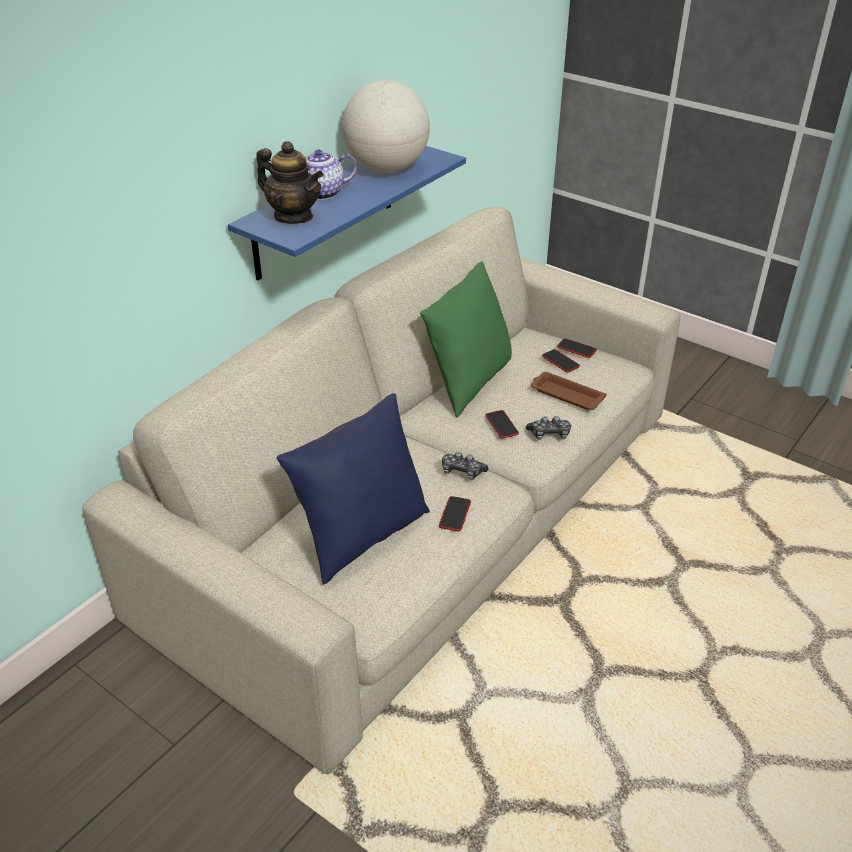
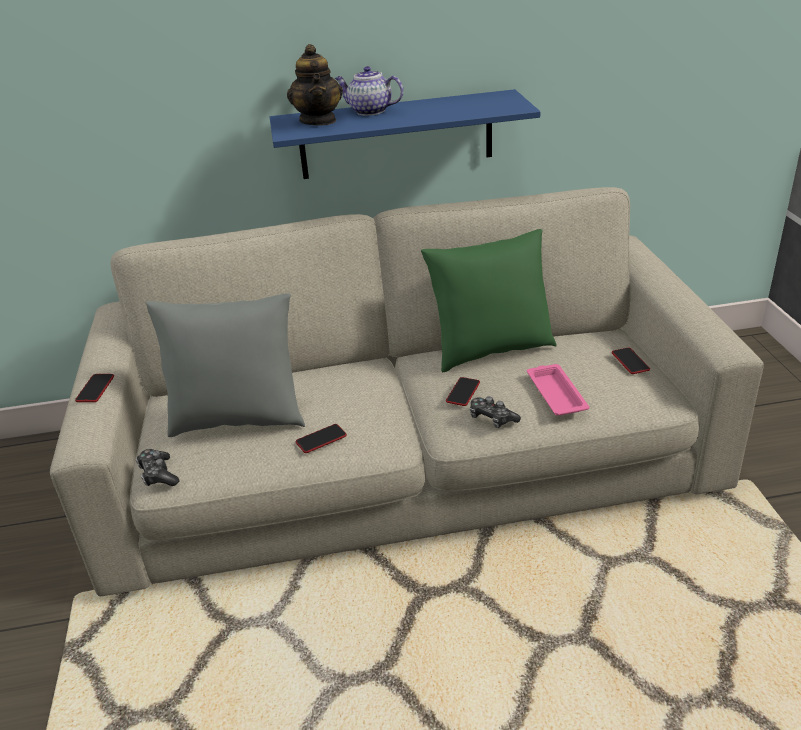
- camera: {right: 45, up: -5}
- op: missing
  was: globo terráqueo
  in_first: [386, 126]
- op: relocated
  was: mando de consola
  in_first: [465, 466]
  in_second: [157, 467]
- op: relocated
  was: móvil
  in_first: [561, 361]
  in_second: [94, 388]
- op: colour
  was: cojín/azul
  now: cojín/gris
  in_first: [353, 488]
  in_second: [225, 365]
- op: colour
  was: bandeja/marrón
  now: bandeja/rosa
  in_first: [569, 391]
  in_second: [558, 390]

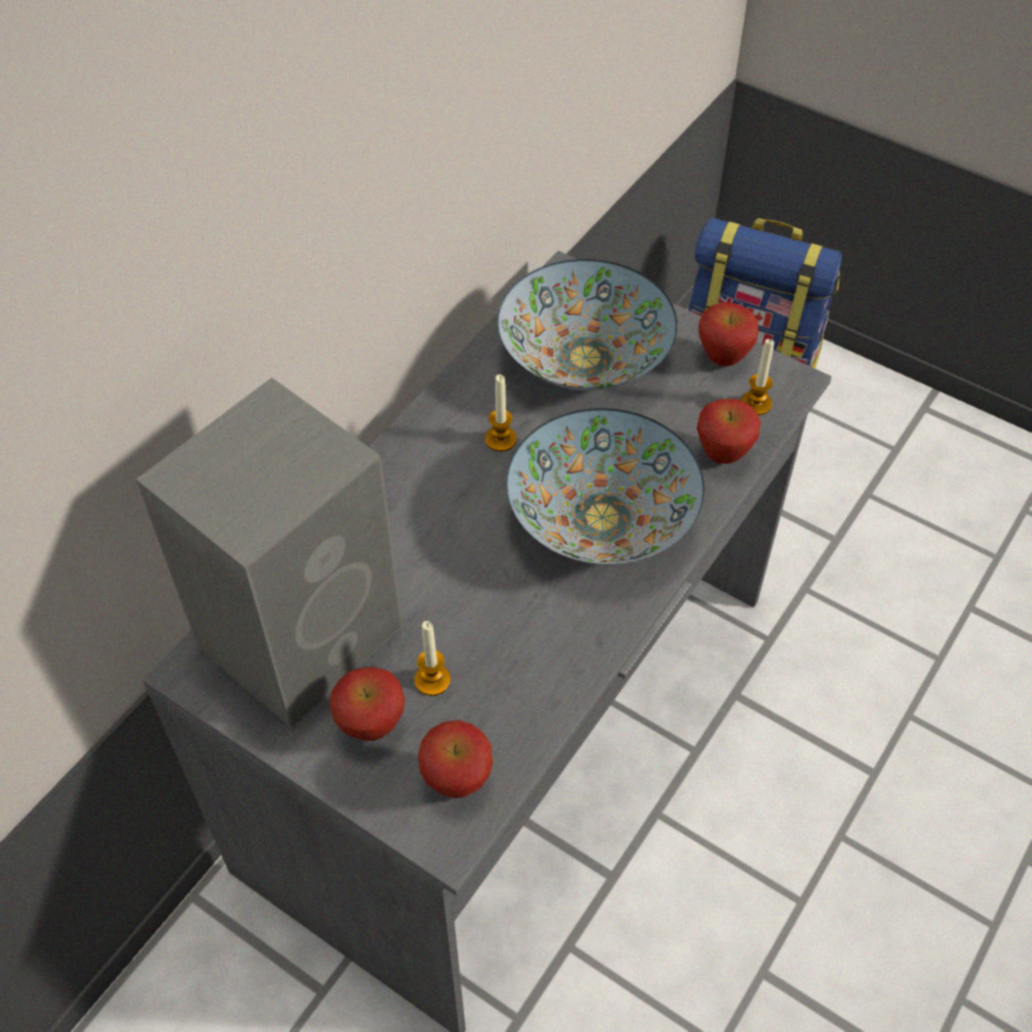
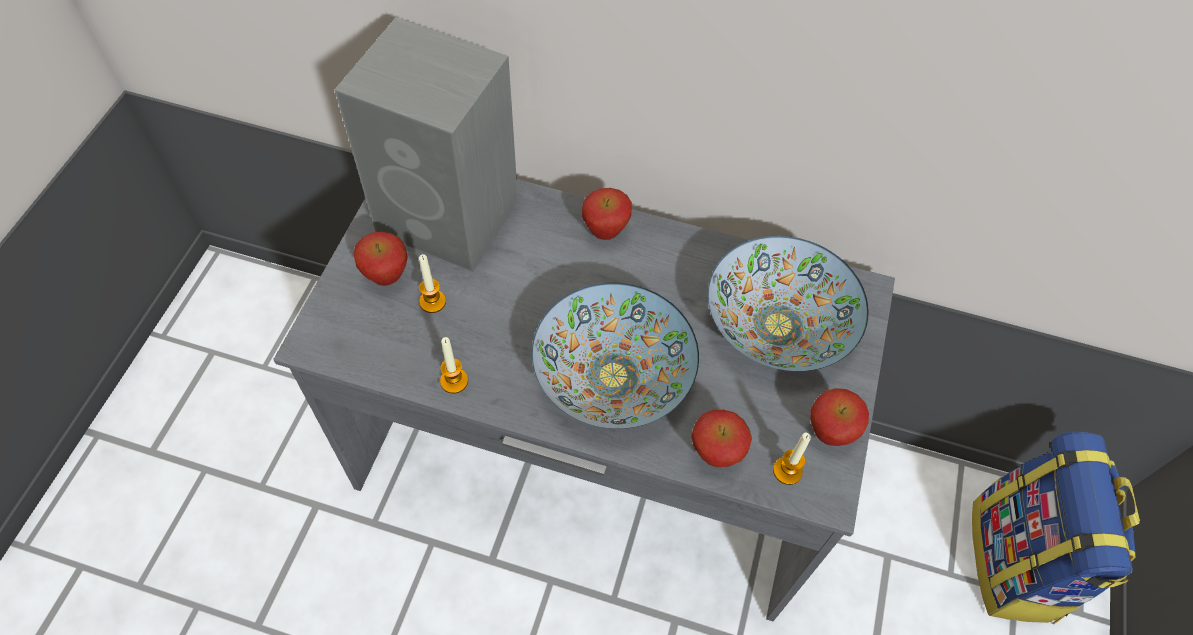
- camera: {right: 70, up: 5}
- op: relocated
  was: manzana
  in_first: [455, 759]
  in_second: [607, 214]
- op: relocated
  was: vela
  in_first: [501, 413]
  in_second: [454, 365]

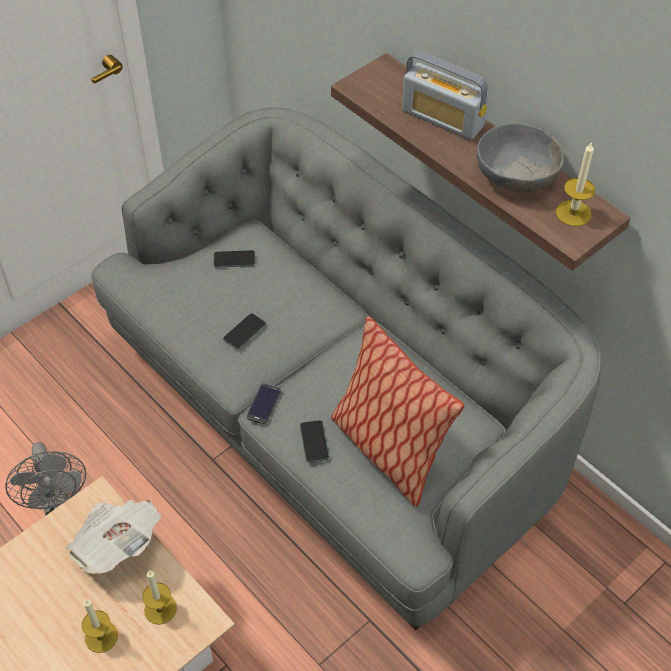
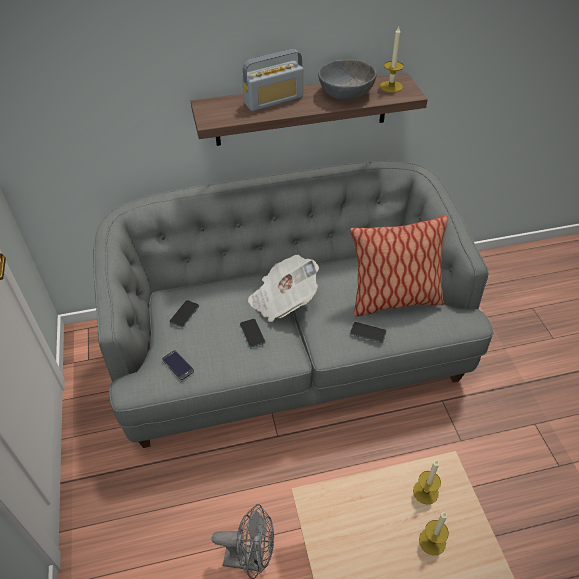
- camera: {right: -60, up: -5}
- op: relocated
  was: periódico
  in_first: [113, 537]
  in_second: [283, 288]
- op: relocated
  was: móvil
  in_first: [264, 403]
  in_second: [178, 365]

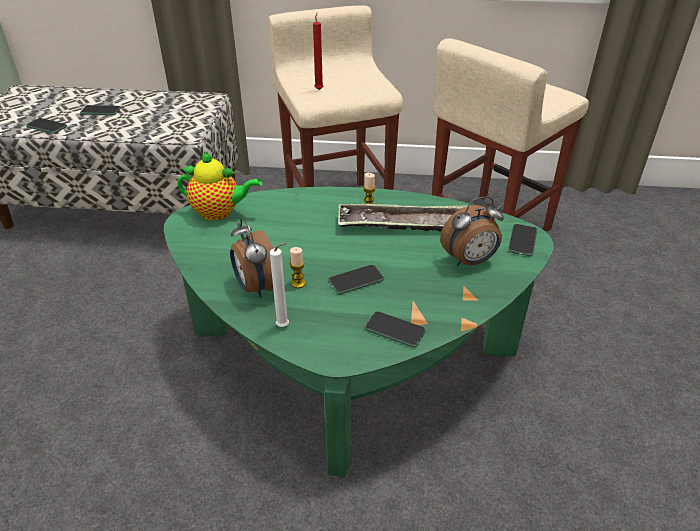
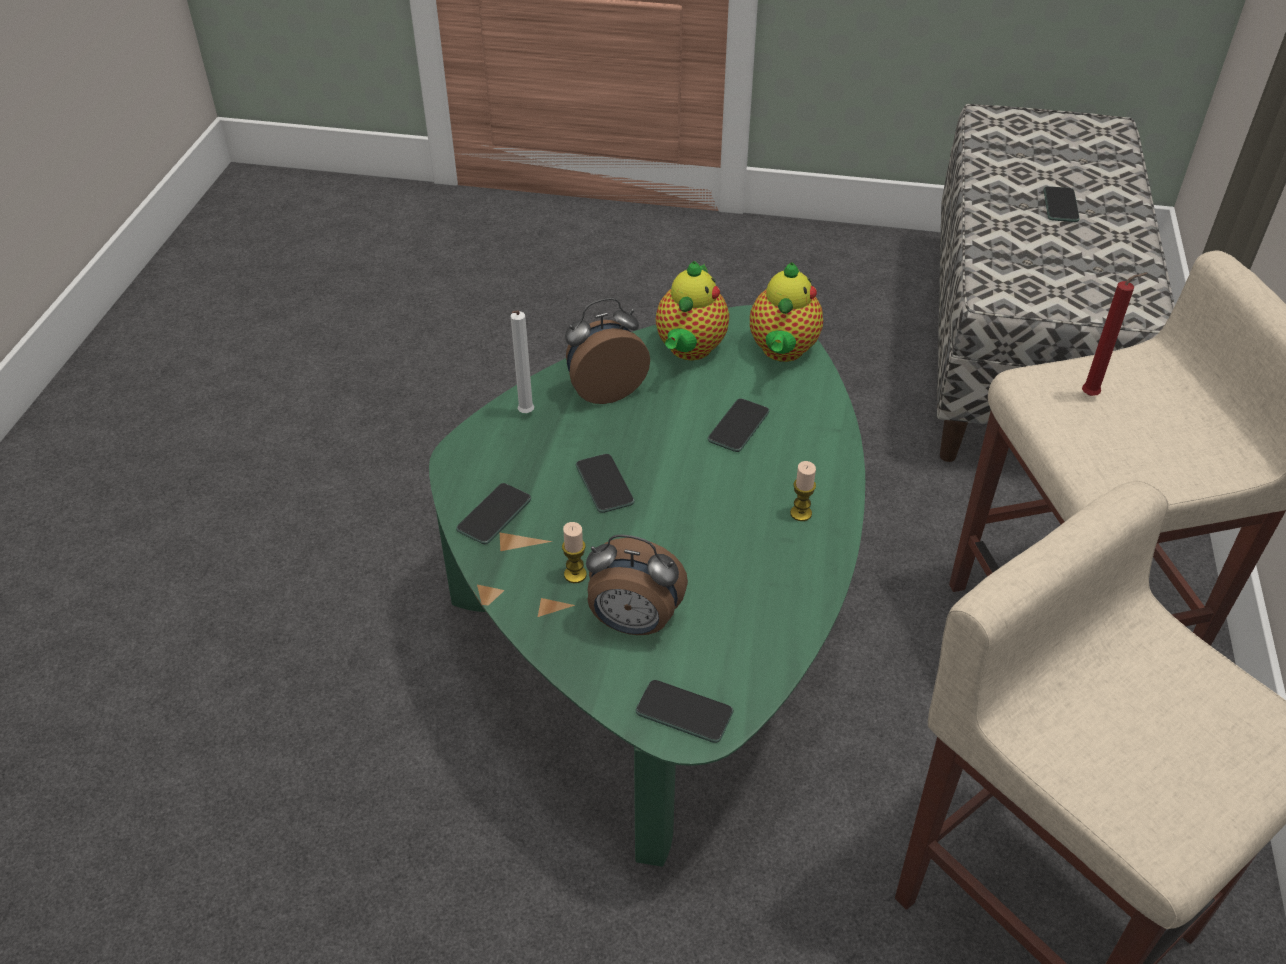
- camera: {right: 95, up: 5}
- op: missing
  was: bandeja
  in_first: [405, 217]
- op: appeared
  now: tetera
  in_second: [692, 310]
- op: relocated
  was: móvil
  in_first: [46, 126]
  in_second: [738, 425]
- op: relocated
  was: vela
  in_first: [297, 267]
  in_second: [574, 552]
- op: spun
  was: despertador
  in_first: [472, 231]
  in_second: [637, 584]
  clockwise: -60

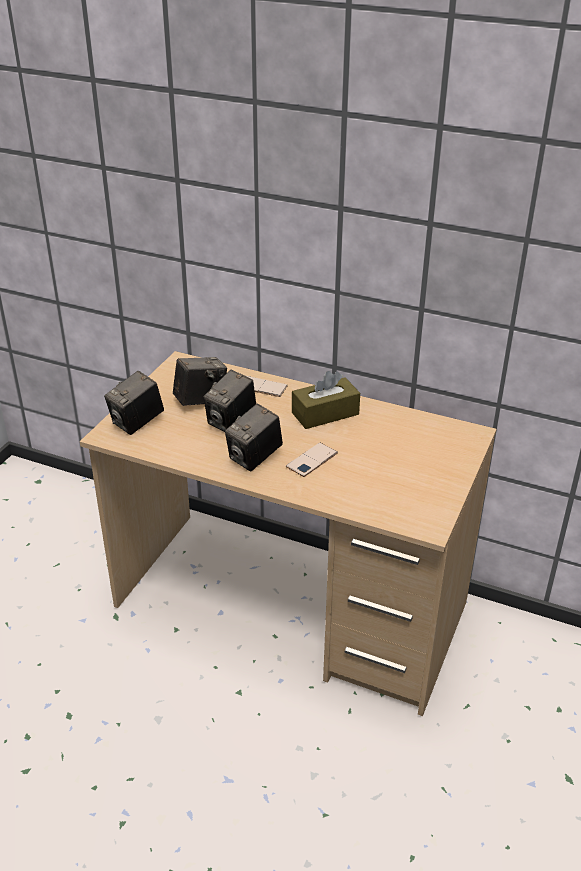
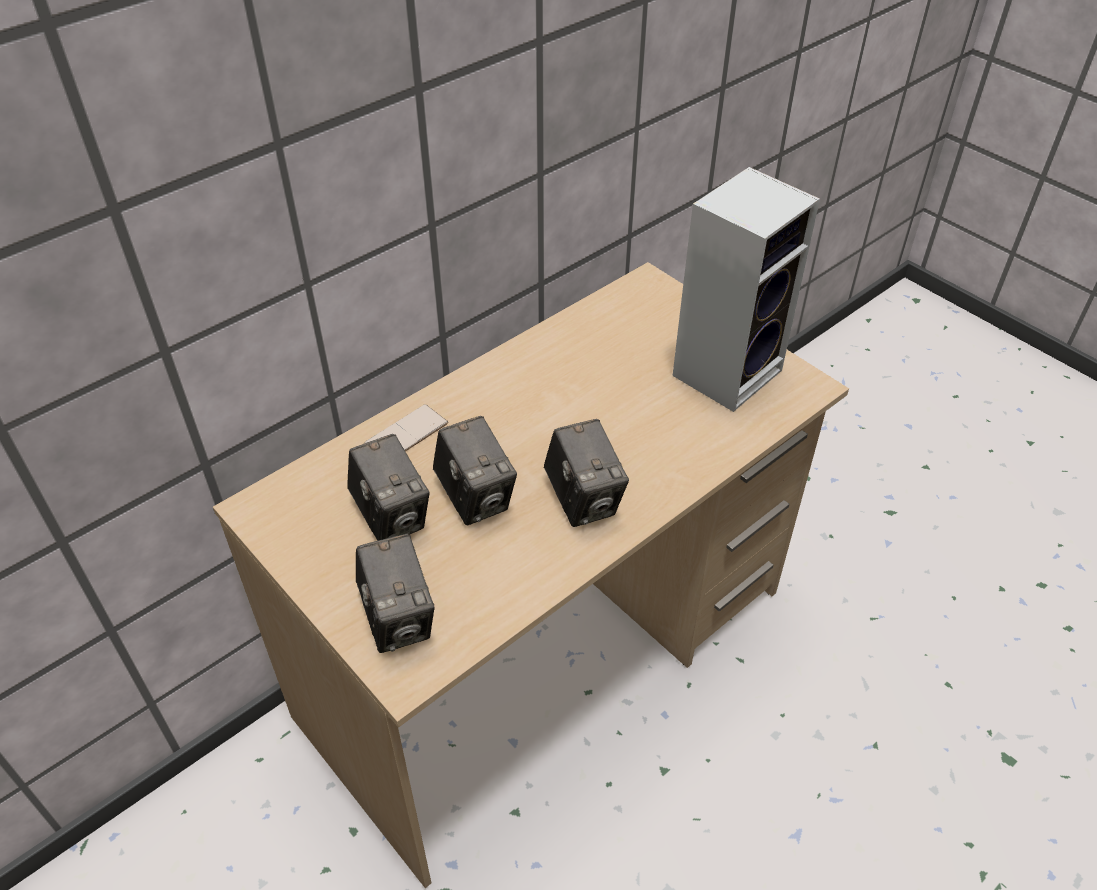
- camera: {right: -65, up: 10}
- op: missing
  was: móvil
  in_first: [312, 460]
- op: missing
  was: caja de pañuelos/marrón
  in_first: [326, 400]
- op: appeared
  now: altavoz
  in_second: [746, 289]
- op: spun
  was: cámara
  in_first: [200, 381]
  in_second: [388, 487]
  clockwise: 150

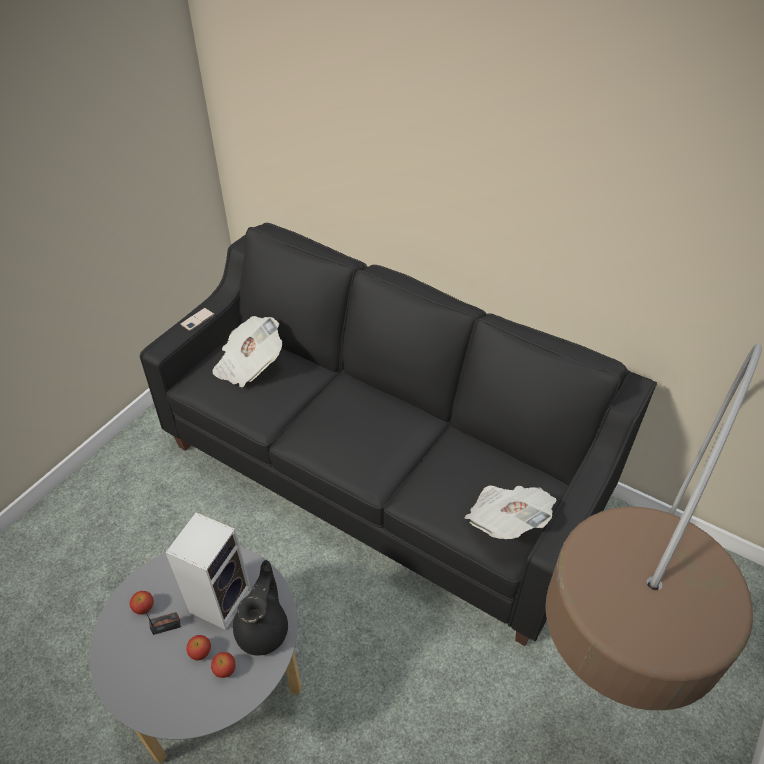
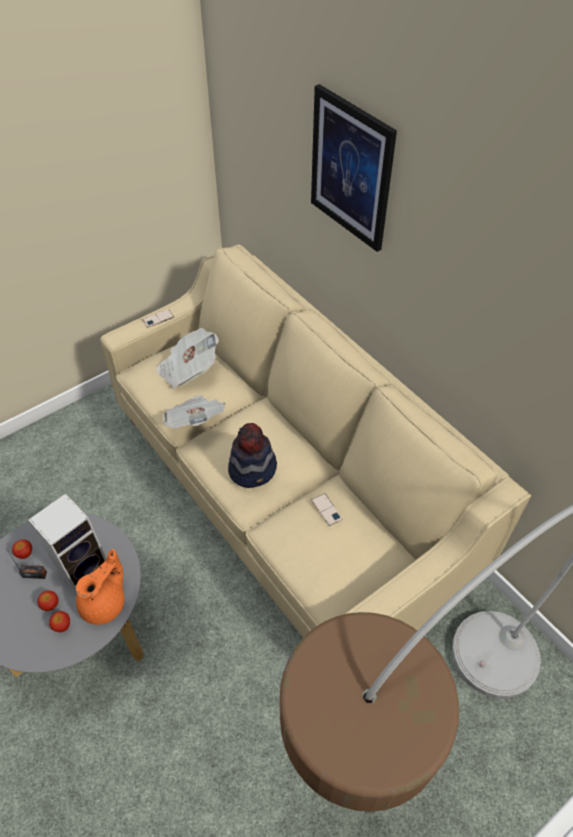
- camera: {right: 20, up: 5}
- op: appeared
  now: sombrero
  in_second: [252, 455]
- op: appeared
  now: cuadro
  in_second: [354, 168]
- op: appeared
  now: móvil
  in_second: [327, 509]
- op: relocated
  was: periódico
  in_first: [511, 512]
  in_second: [194, 411]
- op: colour
  was: sofá/negro
  now: sofá/beis
  in_first: [398, 434]
  in_second: [315, 441]
- op: colour
  was: tetera/negro
  now: tetera/naranja
  in_first: [260, 607]
  in_second: [100, 587]

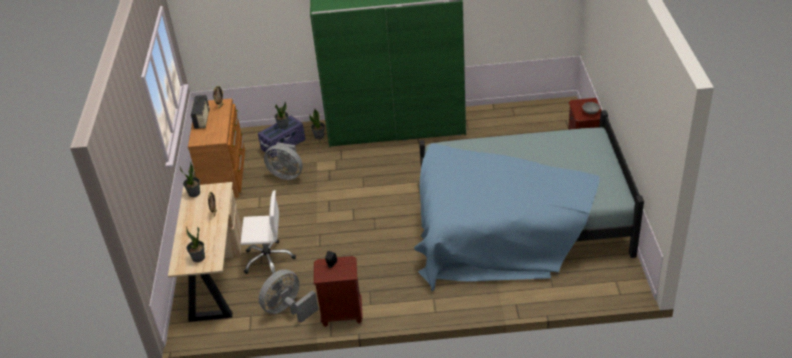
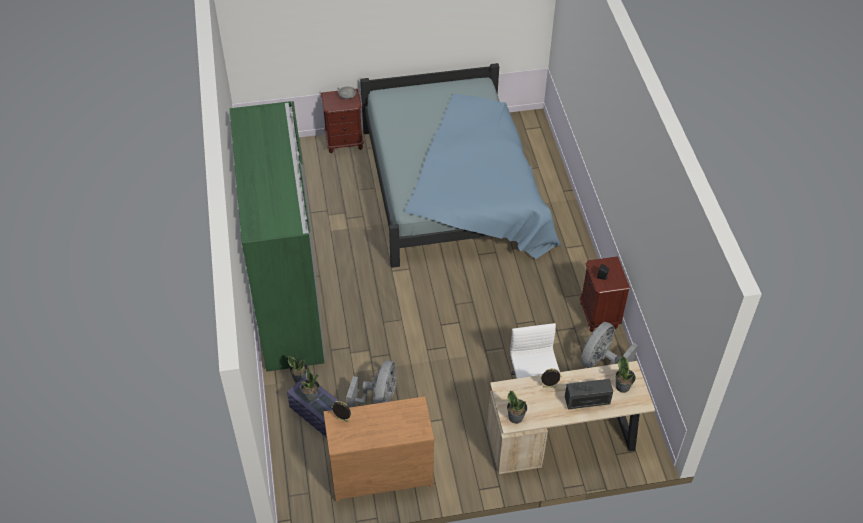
- camera: {right: -100, up: 10}
- op: relocated
  was: radio
  in_first: [200, 112]
  in_second: [589, 394]
- op: spun
  was: ventilador/gris
  in_first: [289, 296]
  in_second: [609, 345]
  clockwise: 90

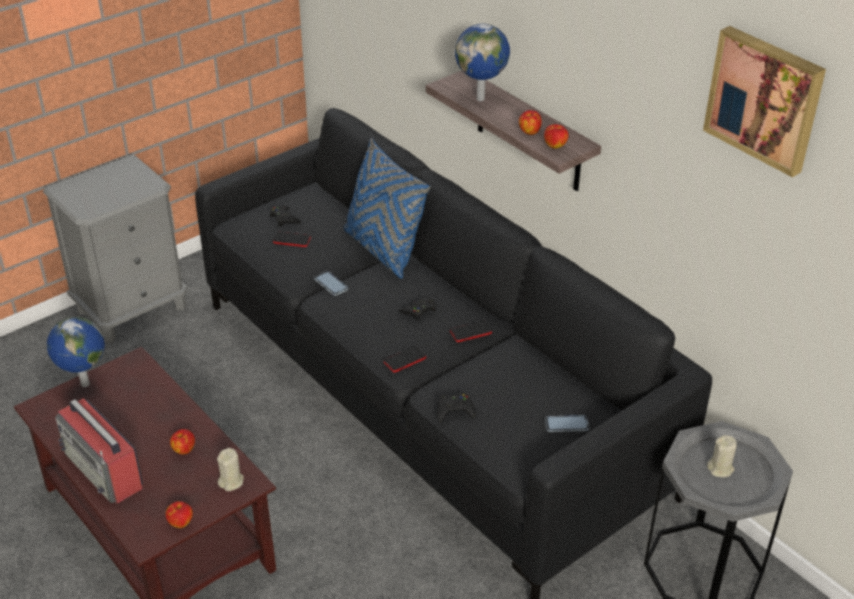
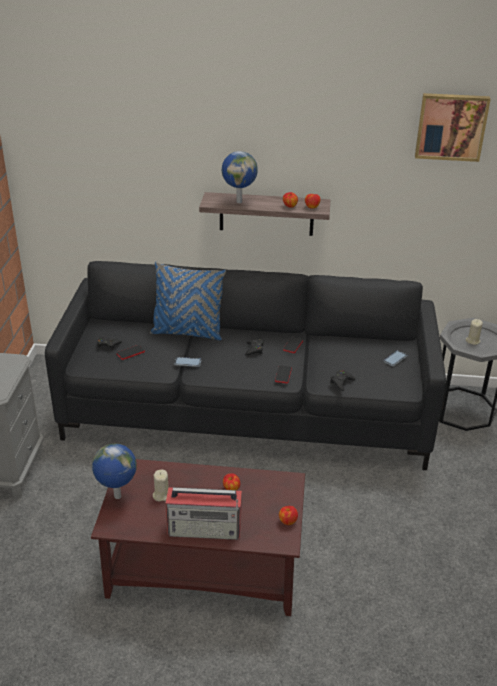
- camera: {right: -45, up: -5}
- op: relocated
  was: vela/beis
  in_first: [230, 469]
  in_second: [160, 485]

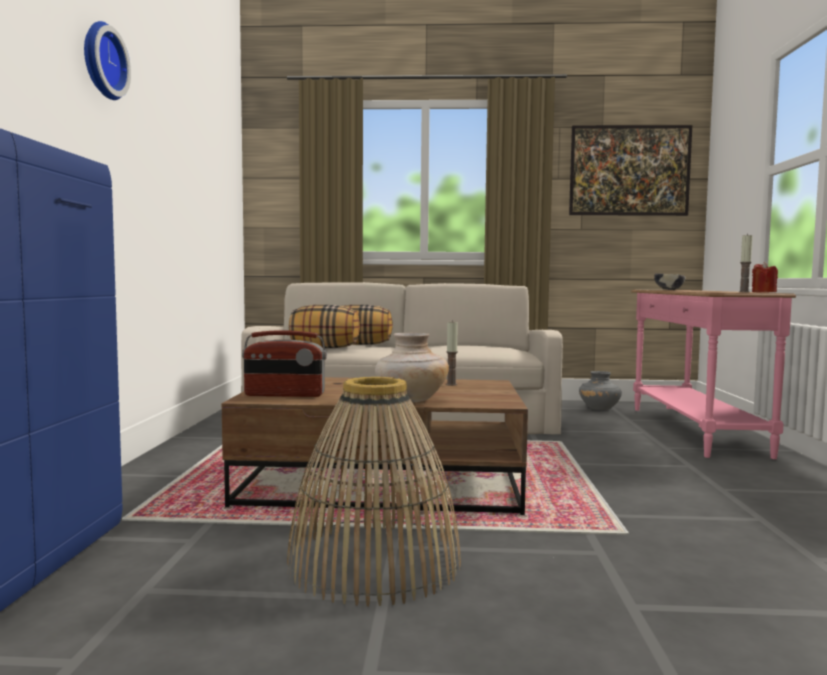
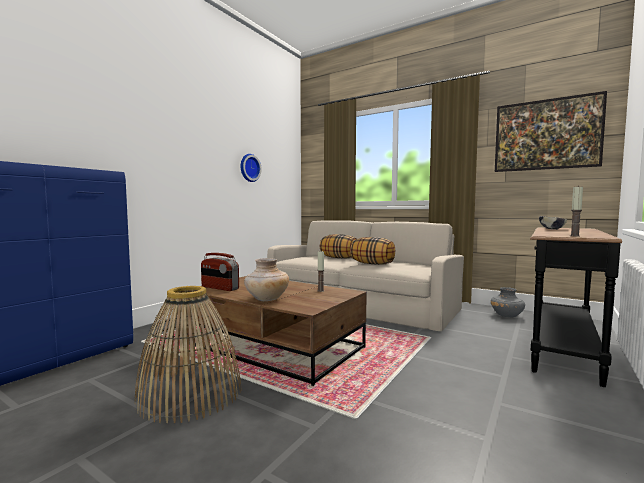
- camera: {right: 30, up: 0}
- op: missing
  was: vela/rojo
  in_first: [765, 277]
- op: relocated
  was: reloj de pared
  in_first: [107, 60]
  in_second: [251, 168]
- op: relocated
  was: cojín
  in_first: [324, 326]
  in_second: [372, 251]
- op: colour
  was: mesa consola/rosa
  now: mesa consola/negro
  in_first: [713, 374]
  in_second: [576, 307]

